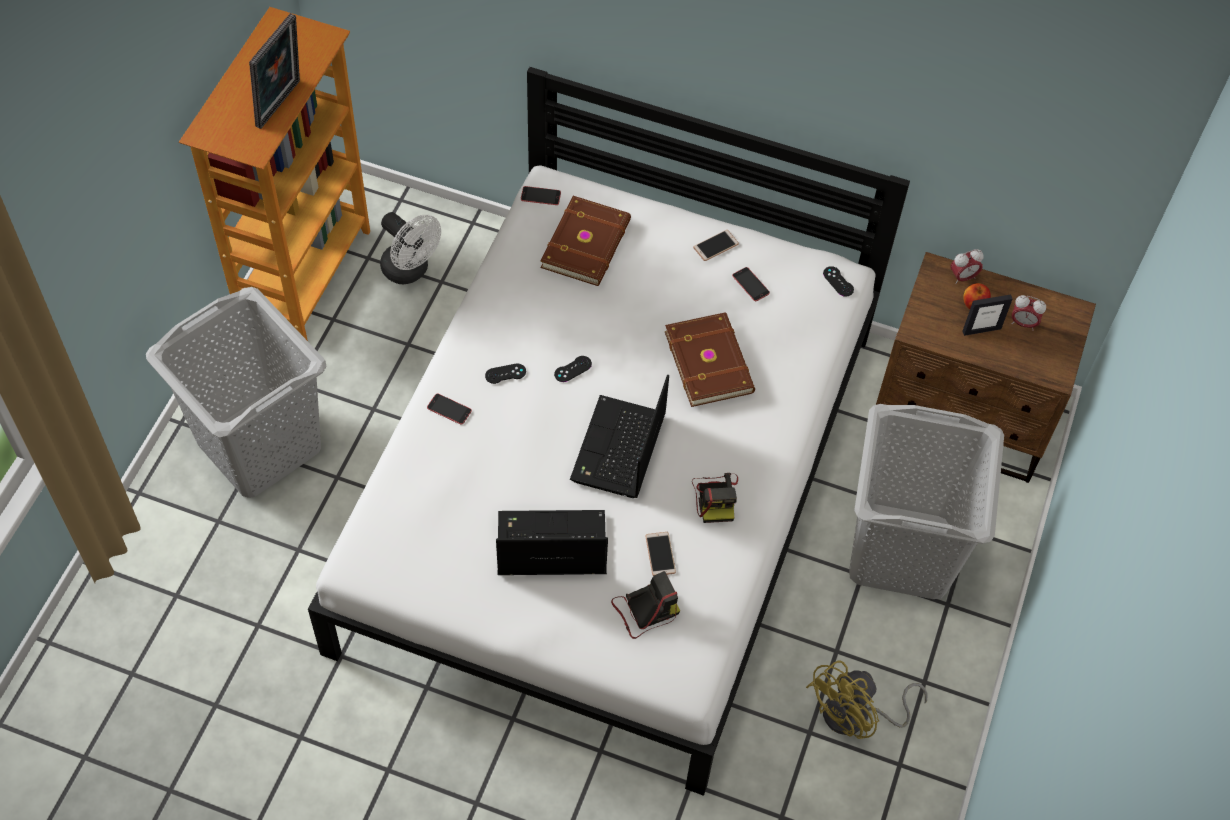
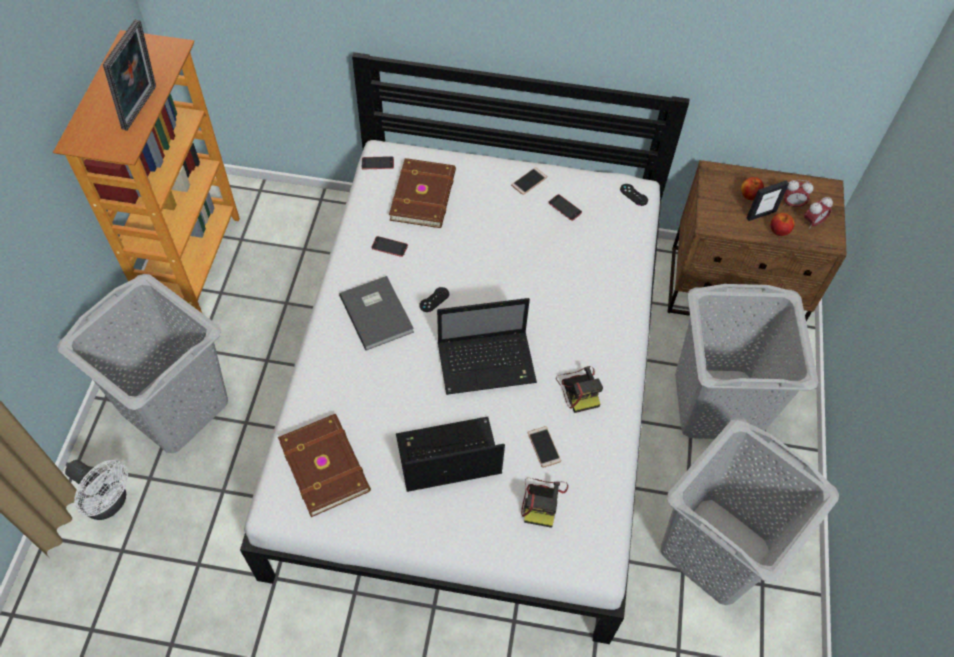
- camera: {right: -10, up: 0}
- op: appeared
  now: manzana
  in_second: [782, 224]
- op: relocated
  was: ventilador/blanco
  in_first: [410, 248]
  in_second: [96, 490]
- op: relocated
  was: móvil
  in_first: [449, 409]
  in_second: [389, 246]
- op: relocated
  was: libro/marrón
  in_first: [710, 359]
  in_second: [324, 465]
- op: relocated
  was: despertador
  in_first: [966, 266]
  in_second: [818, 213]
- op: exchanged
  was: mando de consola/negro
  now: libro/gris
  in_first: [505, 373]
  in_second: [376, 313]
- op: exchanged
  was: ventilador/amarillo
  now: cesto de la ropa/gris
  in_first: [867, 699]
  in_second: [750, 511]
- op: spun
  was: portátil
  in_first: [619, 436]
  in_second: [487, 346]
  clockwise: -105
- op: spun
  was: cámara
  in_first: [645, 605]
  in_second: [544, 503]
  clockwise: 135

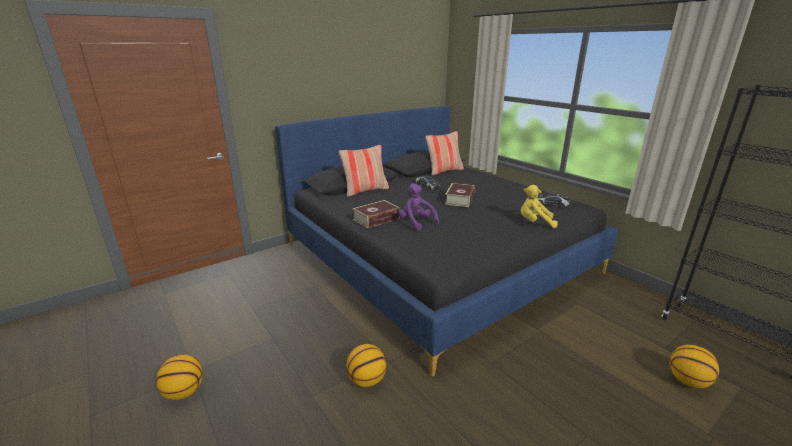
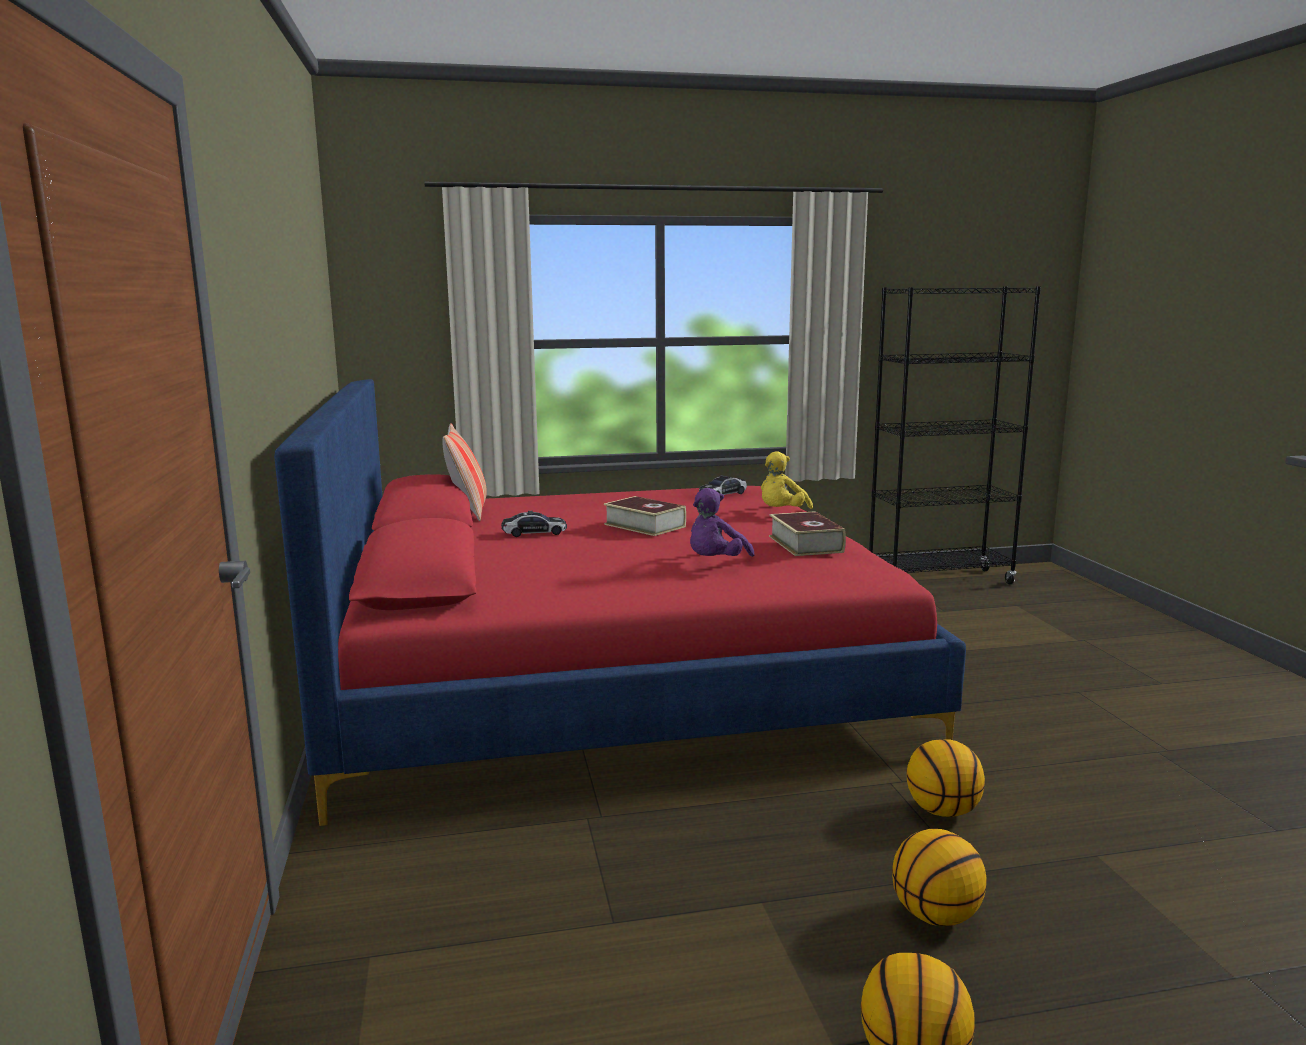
- camera: {right: -65, up: -10}
- op: missing
  was: cojín
  in_first: [364, 171]
- op: relocated
  was: libro
  in_first: [376, 214]
  in_second: [807, 533]
- op: relocated
  was: balón de baloncesto
  in_first: [694, 366]
  in_second: [939, 877]
- op: colour
  was: cama/negro
  now: cama/rojo
  in_first: [446, 241]
  in_second: [620, 602]
- op: spun
  was: peluche/morado
  in_first: [419, 207]
  in_second: [722, 522]
  clockwise: -45

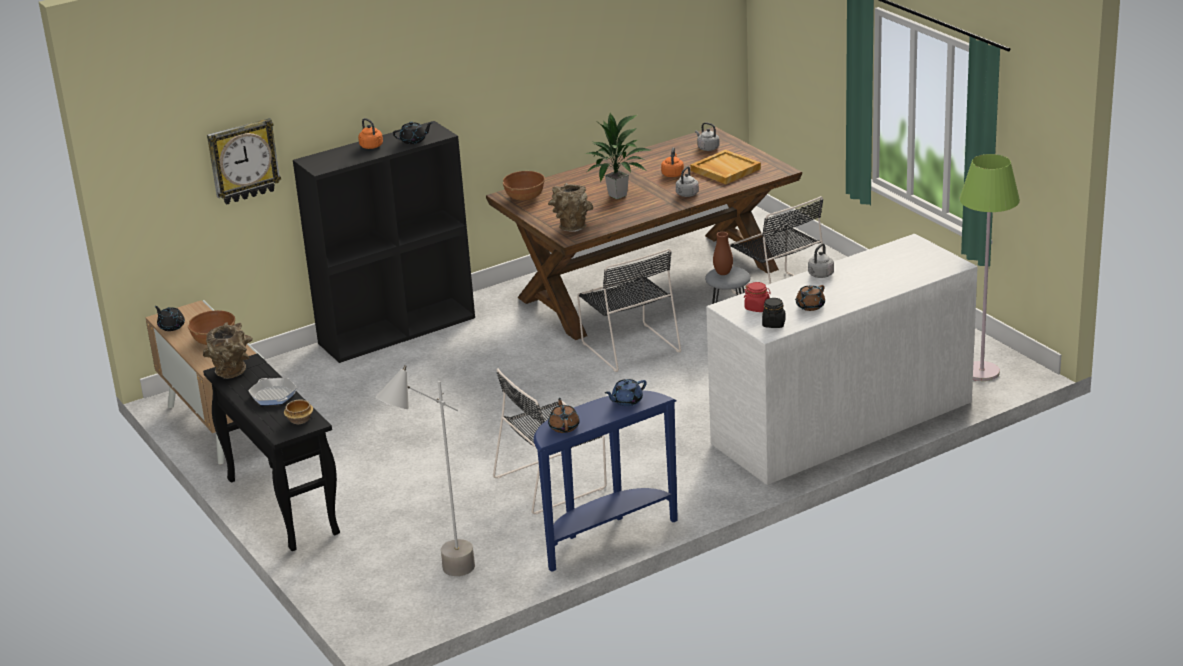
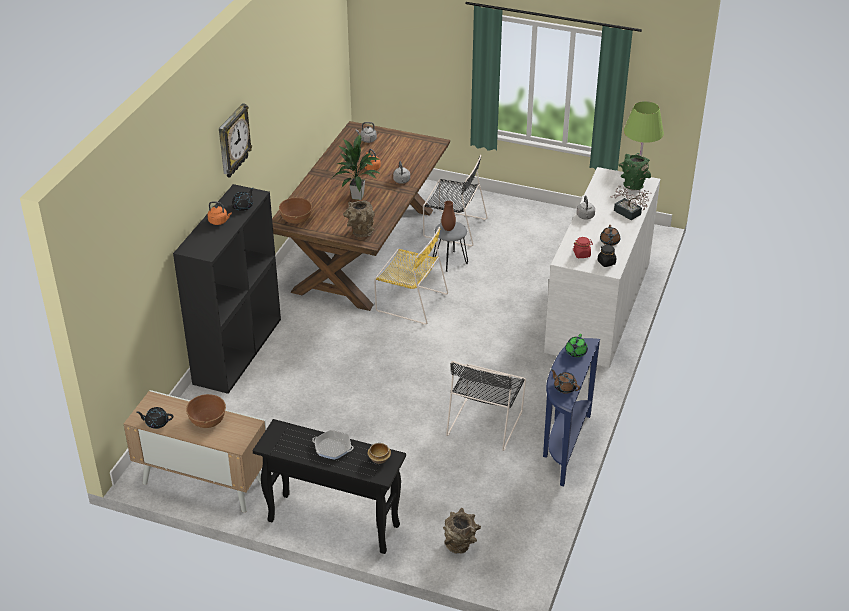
- camera: {right: -40, up: 10}
- op: missing
  was: lámpara de pie/gris
  in_first: [425, 470]
- op: missing
  was: bandeja/beis
  in_first: [725, 167]
- op: appeared
  now: planta en maceta
  in_second: [631, 203]
- op: appeared
  now: florero/verde
  in_second: [634, 172]
- op: relocated
  was: florero/marrón
  in_first: [228, 350]
  in_second: [462, 531]
- op: relocated
  was: reloj de pared
  in_first: [244, 161]
  in_second: [235, 140]
- op: colour
  was: silla/negro
  now: silla/amarillo
  in_first: [629, 310]
  in_second: [411, 276]
- op: colour
  was: tetera/azul
  now: tetera/verde
  in_first: [626, 392]
  in_second: [576, 345]

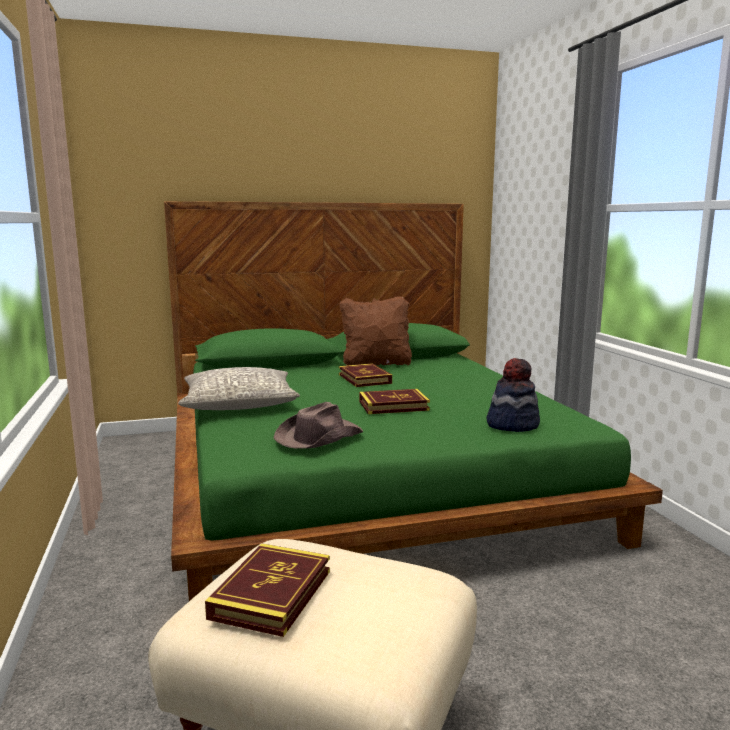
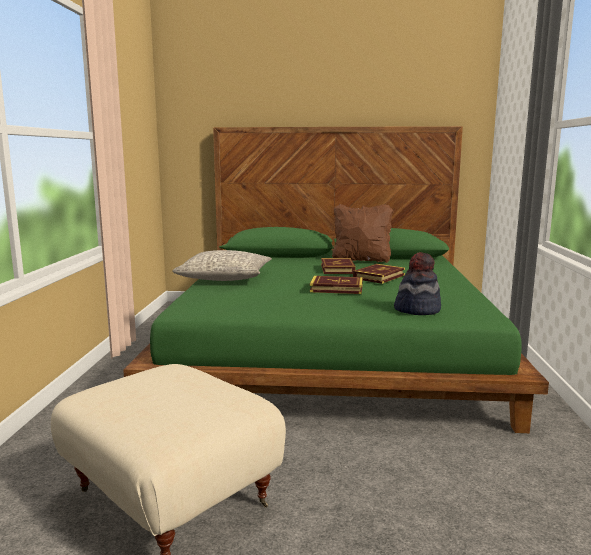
- camera: {right: 20, up: 0}
- op: missing
  was: sombrero/marrón
  in_first: [318, 425]
- op: relocated
  was: libro
  in_first: [267, 590]
  in_second: [379, 274]

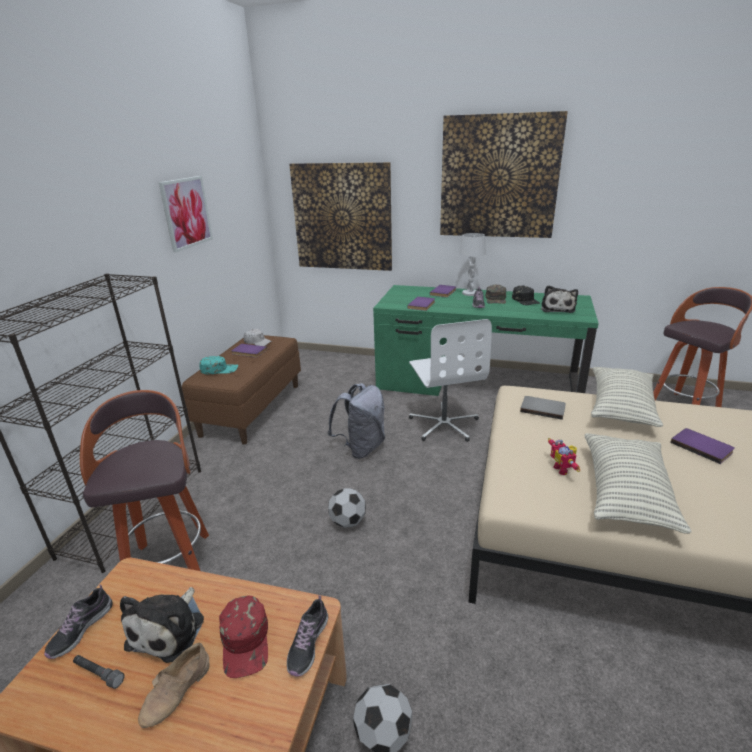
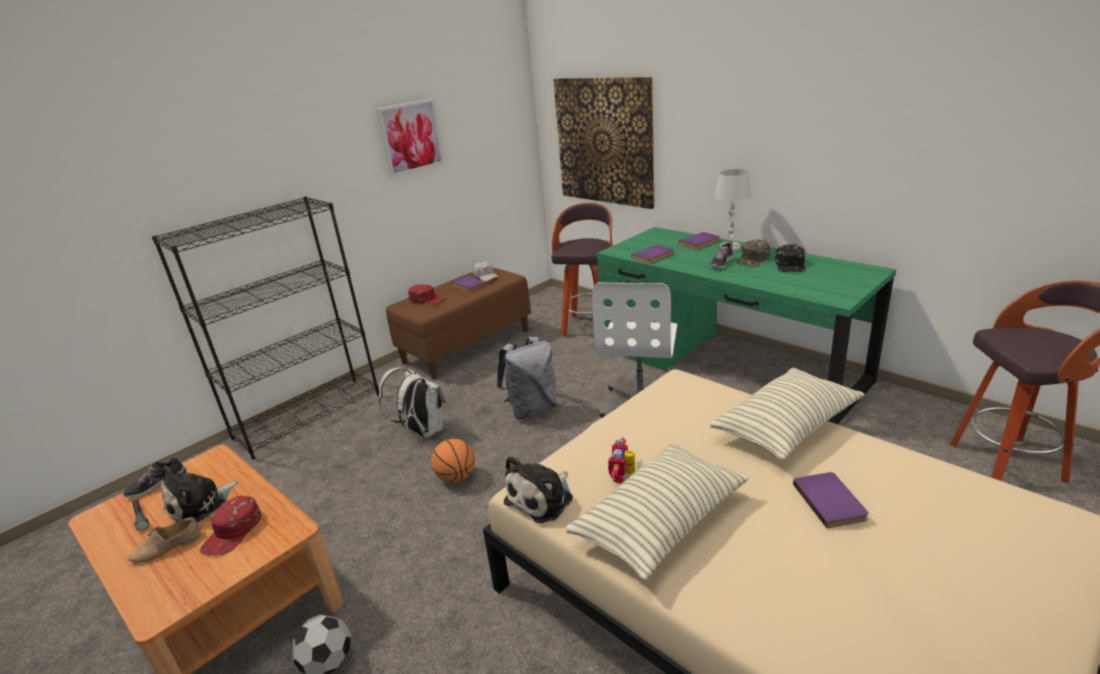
- camera: {right: 30, up: 0}
- op: missing
  was: zapato
  in_first: [307, 635]
- op: missing
  was: cuadro
  in_first: [504, 174]
- op: missing
  was: libro/gris
  in_first: [543, 408]
- op: appeared
  now: mochila/blanco
  in_second: [412, 402]
- op: relocated
  was: taburete
  in_first: [144, 480]
  in_second: [581, 269]
- op: relocated
  was: peluche
  in_first: [559, 299]
  in_second: [538, 489]
- op: exchanged
  was: balón de fútbol
  now: balón de baloncesto
  in_first: [347, 508]
  in_second: [453, 461]
- op: colour
  was: gorra/turquesa
  now: gorra/rojo
  in_first: [218, 365]
  in_second: [426, 294]

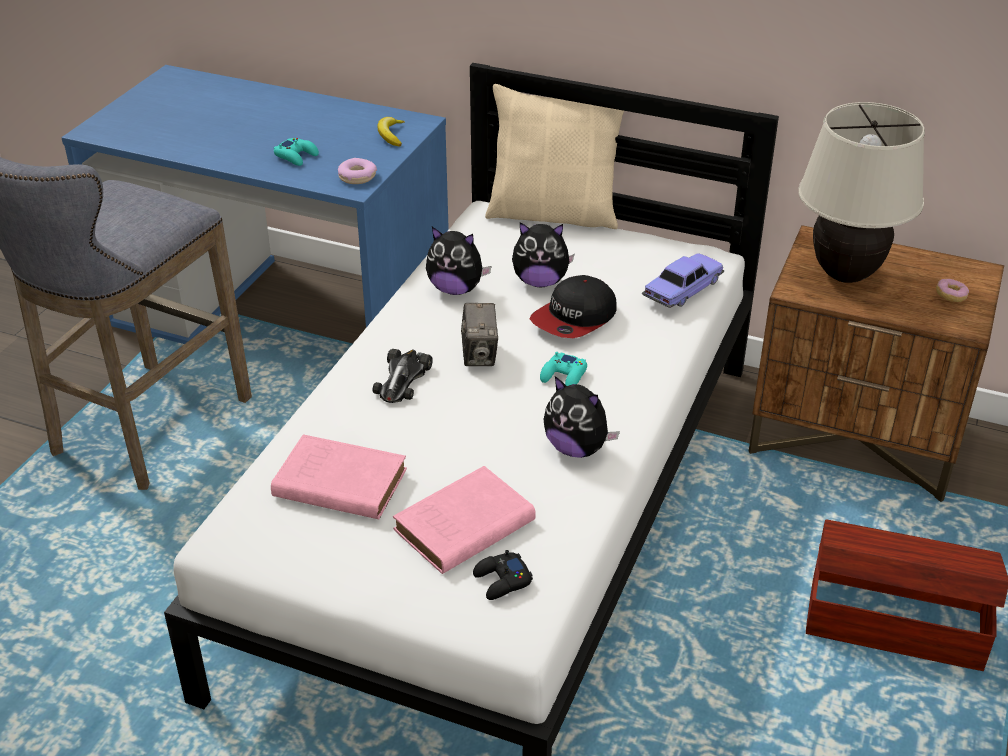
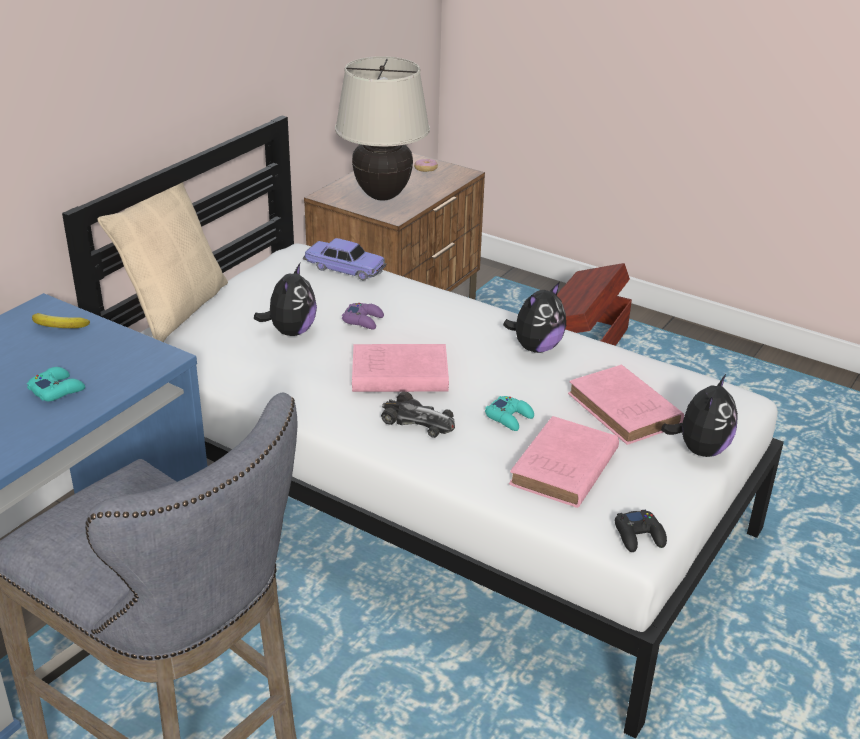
- camera: {right: -80, up: -5}
- op: missing
  was: rosquilla
  in_first: [357, 171]
- op: relocated
  was: peluche
  in_first: [459, 261]
  in_second: [699, 415]
- op: relocated
  was: mando de consola/negro
  in_first: [503, 575]
  in_second: [641, 531]
- op: relocated
  was: mando de consola/turquesa
  in_first: [563, 369]
  in_second: [509, 413]
- op: exchanged
  was: cámara
  now: libro/rosa
  in_first: [479, 334]
  in_second: [400, 368]
- op: exchanged
  was: gorra
  now: mando de consola/morado
  in_first: [573, 306]
  in_second: [363, 316]
- op: spun
  was: coche de juguete
  in_first: [683, 280]
  in_second: [345, 259]
  clockwise: 150

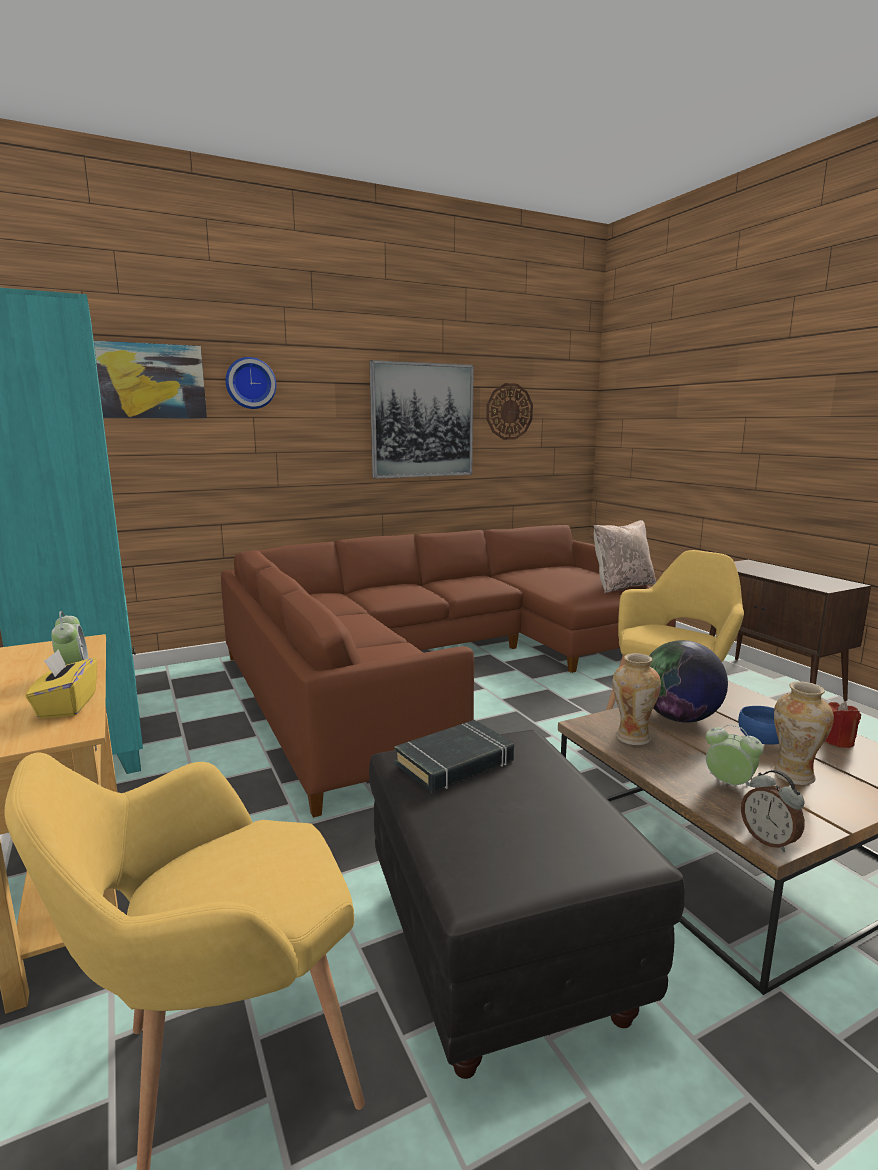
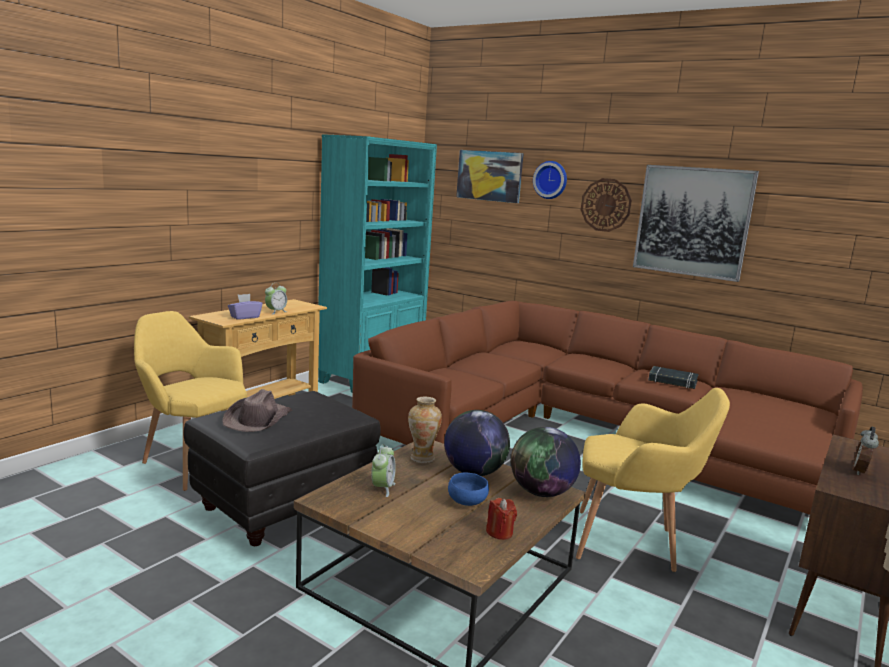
- camera: {right: 60, up: 0}
- op: missing
  was: cojín/beis
  in_first: [625, 556]
- op: missing
  was: florero
  in_first: [803, 733]
- op: appeared
  now: sombrero/marrón
  in_second: [257, 410]
- op: appeared
  now: globo terráqueo
  in_second: [546, 462]
- op: relocated
  was: libro/negro
  in_first: [454, 756]
  in_second: [673, 377]
- op: relocated
  was: reloj de pared
  in_first: [509, 411]
  in_second: [606, 205]
- op: relocated
  was: despertador
  in_first: [773, 811]
  in_second: [865, 450]
- op: colour
  was: caja de pañuelos/amarillo
  now: caja de pañuelos/morado
  in_first: [61, 684]
  in_second: [245, 307]

